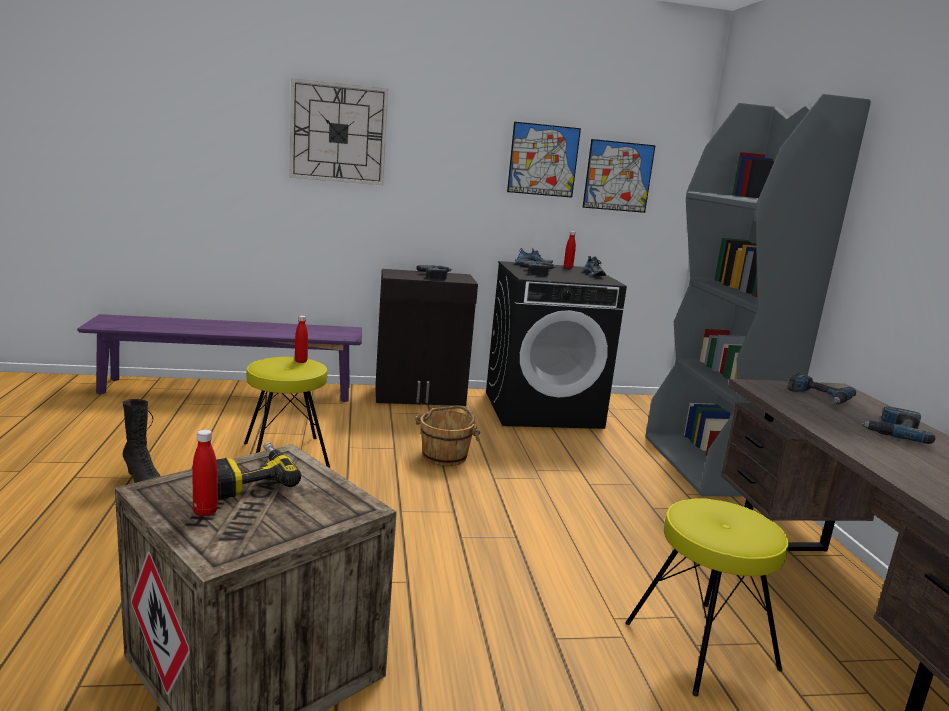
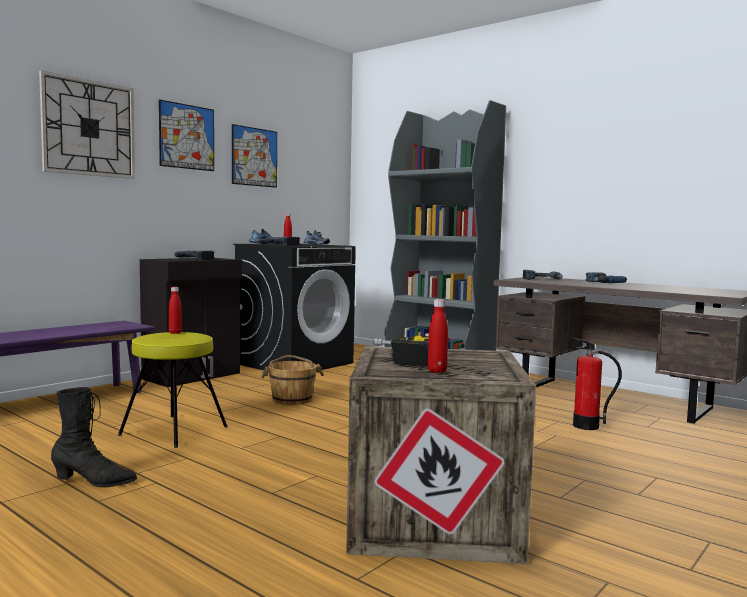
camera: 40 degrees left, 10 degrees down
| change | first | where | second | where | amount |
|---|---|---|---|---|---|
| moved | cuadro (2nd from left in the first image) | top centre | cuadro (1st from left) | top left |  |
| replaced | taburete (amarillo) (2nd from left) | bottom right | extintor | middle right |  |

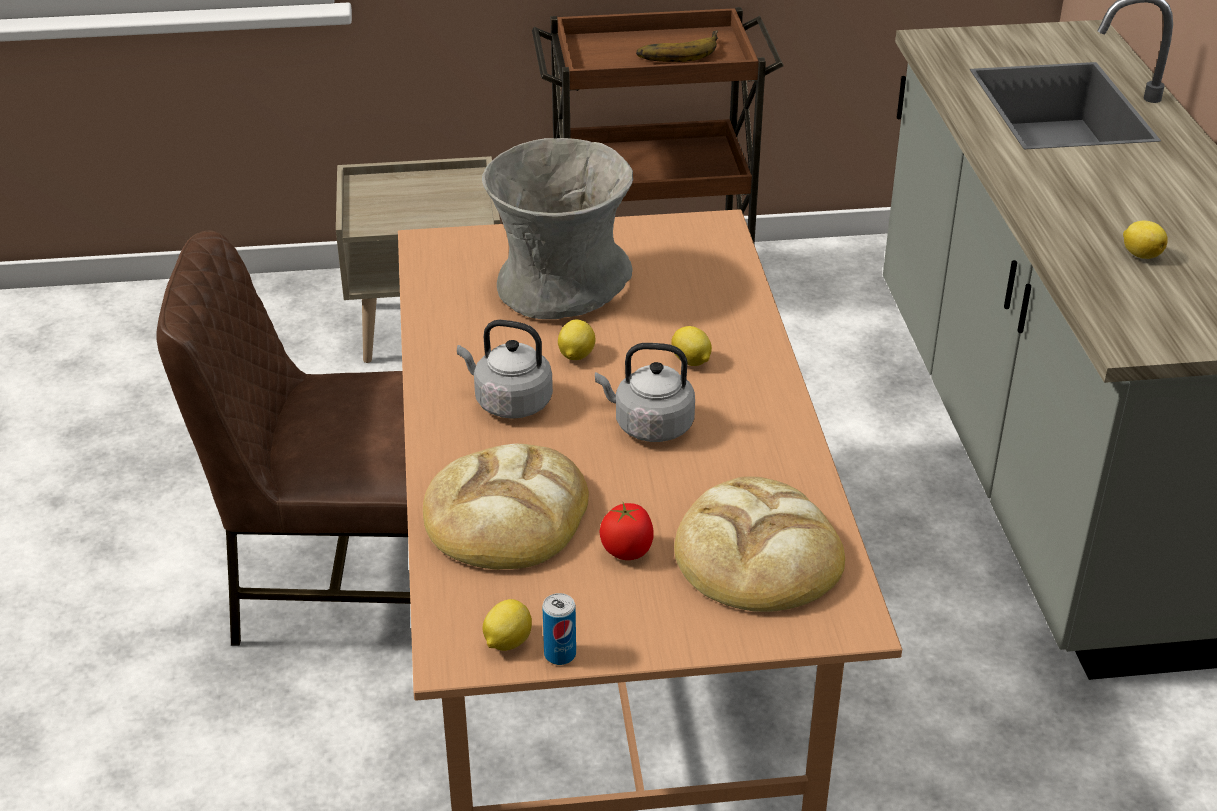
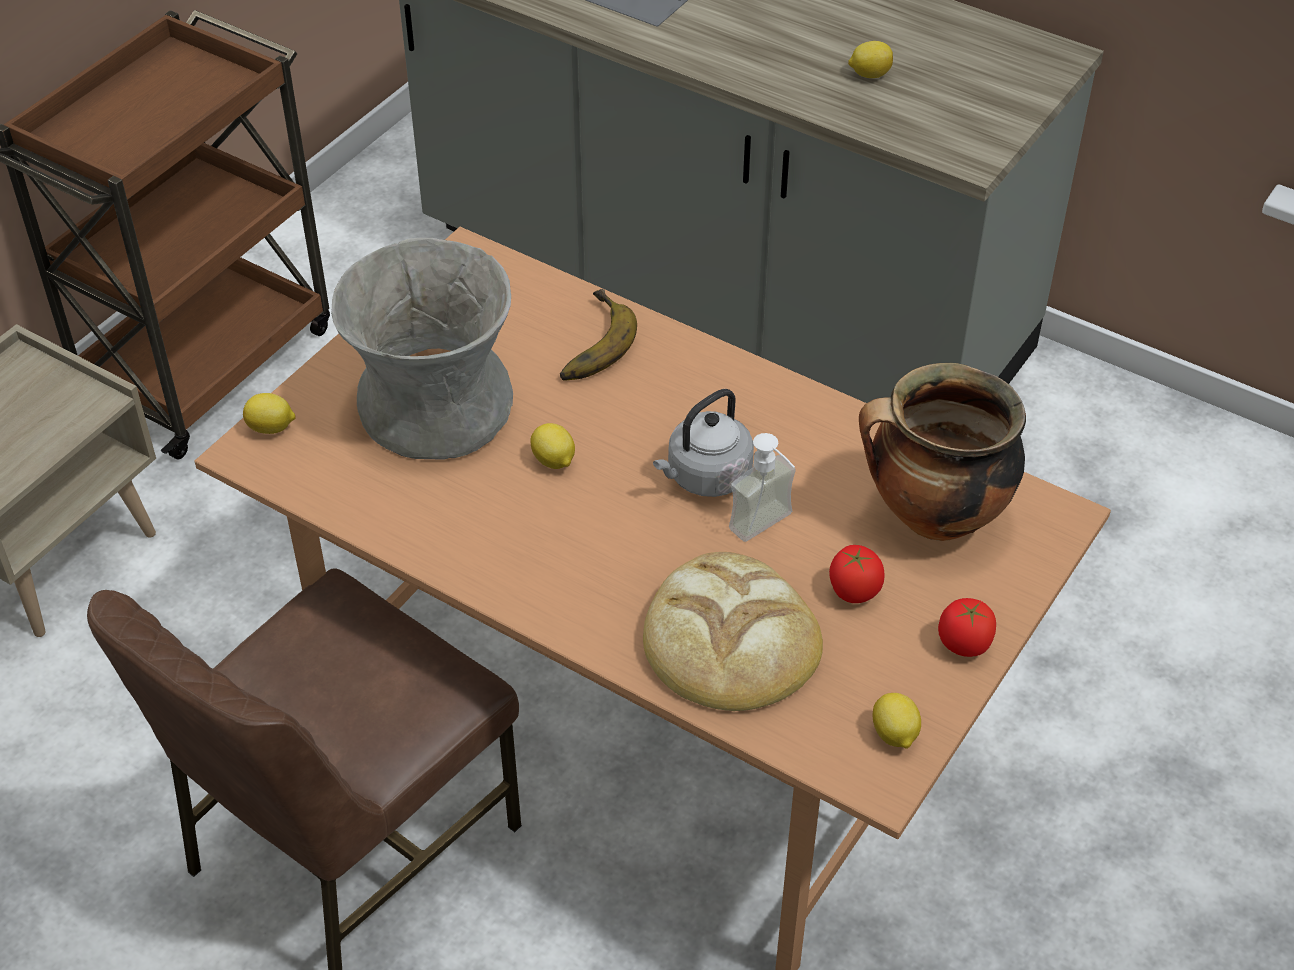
camera: 50 degrees left, 10 degrees up
| change | first | where | second | where | amount |
|---|---|---|---|---|---|
| moved | plátano | top centre |  | centre |  |
| removed | hervidor (gris) (1st from left) | centre |  |  |  |
| moved | limón (3rd from left in the first image) | centre | limón (1st from left) | middle left |  |
| replaced | pan (2nd from left) | bottom centre | olla | middle right |  |
| removed | lata | bottom centre |  |  |  |
| added |  |  | dispensador de jabón | centre |  |
| added |  |  | tomate (2nd from left) | middle right |  |

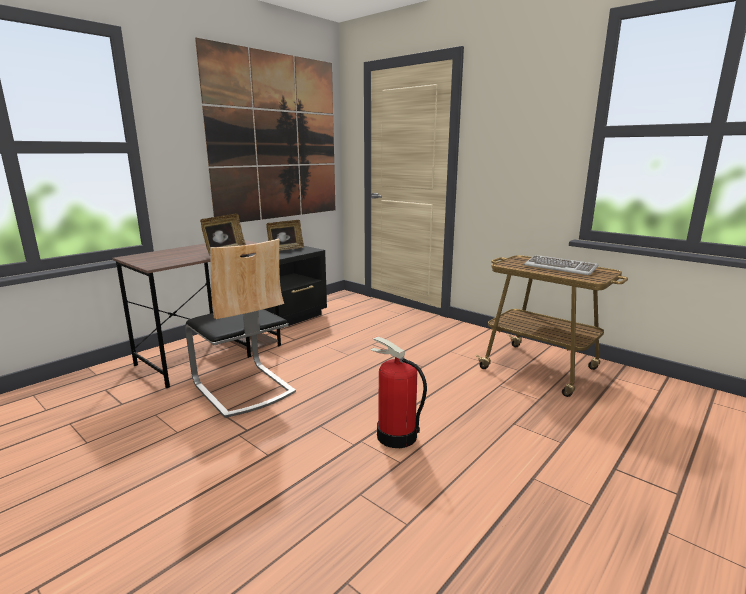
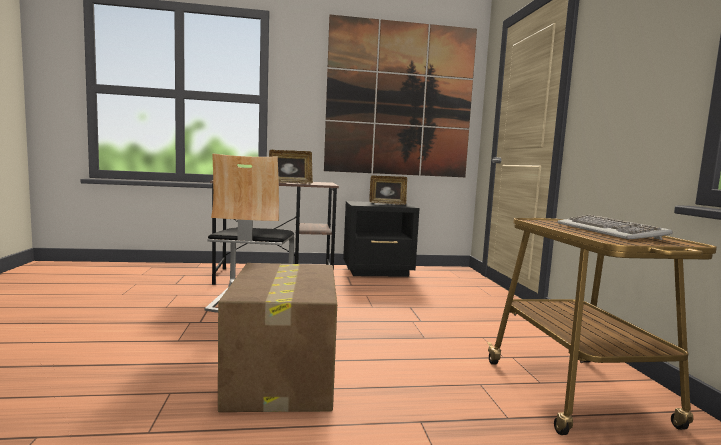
camera: 40 degrees right, 10 degrees down
| change | first | where | second | where | amount |
|---|---|---|---|---|---|
| replaced | extintor | centre | caja de cartón | bottom centre |  |

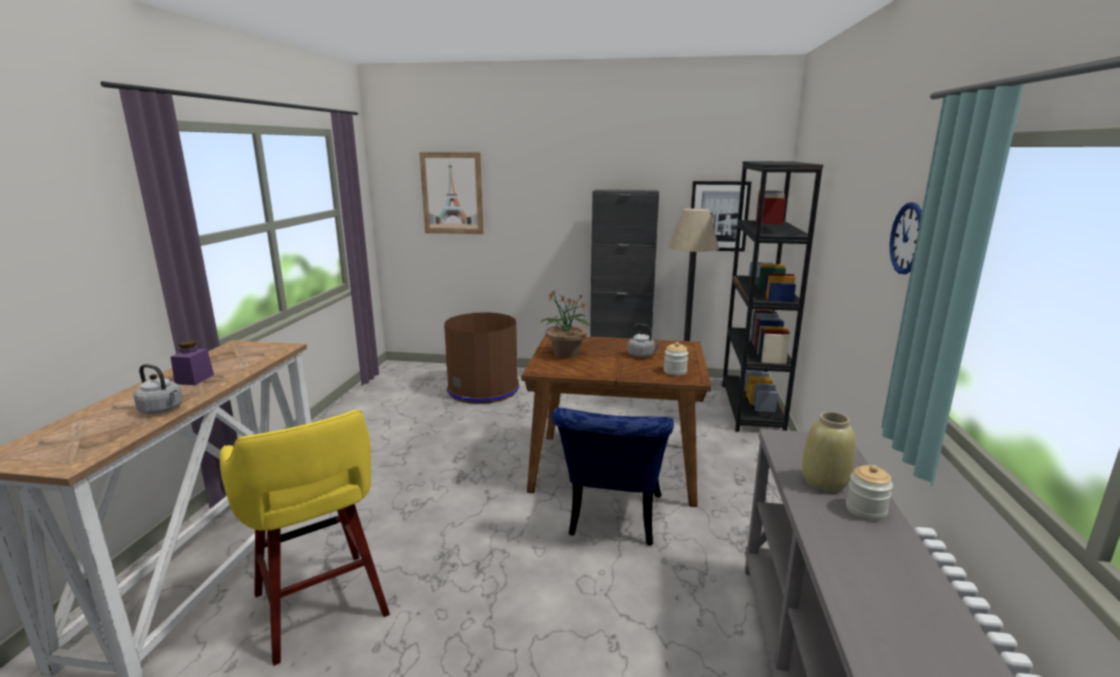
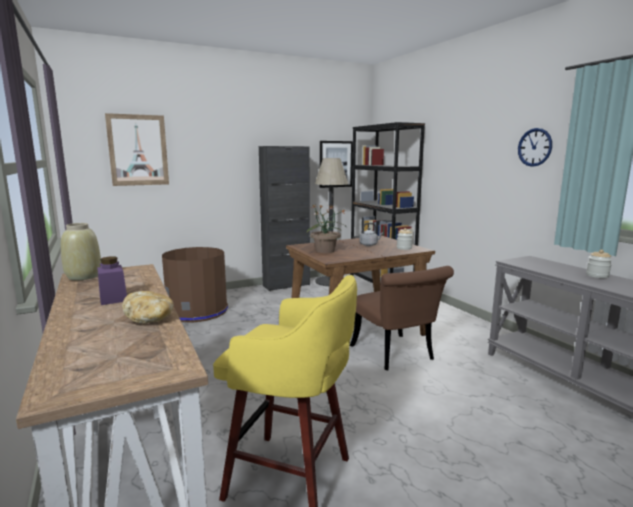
camera: 35 degrees left, 5 degrees down
| change | first | where | second | where | amount |
|---|---|---|---|---|---|
| replaced | hervidor (gris) (1st from left) | middle left | pan | middle left |  |
| recoloured | silla (azul) | bottom centre | silla (marrón) | centre |  |
| moved | florero (beis) | bottom right |  | middle left |  |

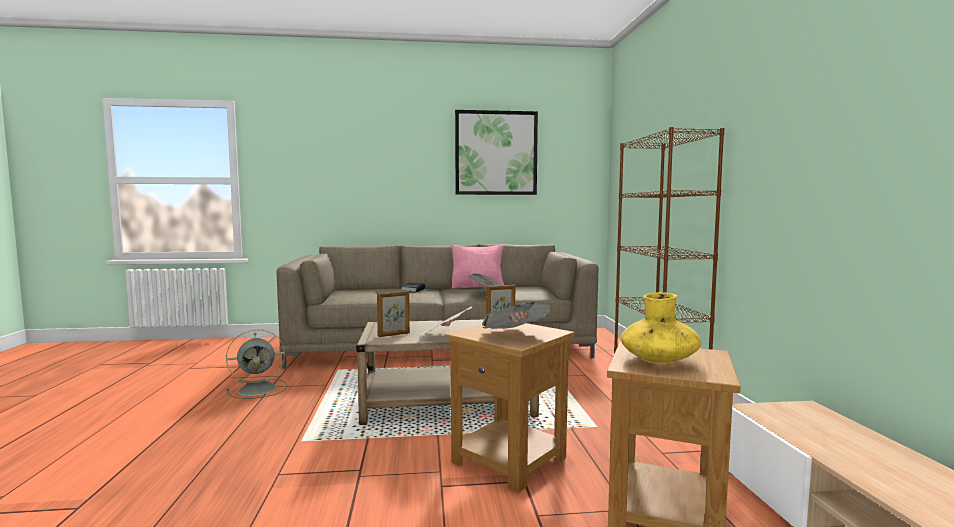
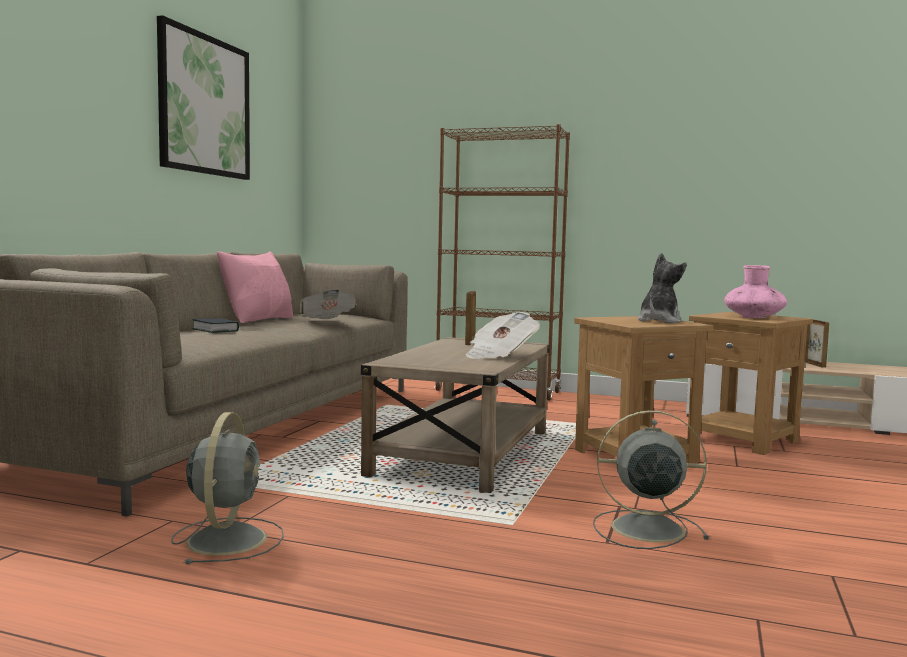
camera: 65 degrees left, 0 degrees up
| change | first | where | second | where | amount |
|---|---|---|---|---|---|
| moved | portarretratos (1st from left in the first image) | centre | portarretratos (2nd from left) | middle right |  |
| recoloured | florero (amarillo) | middle right | florero (rosa) | middle right |  |
| replaced | periódico (3rd from left) | centre | peluche | middle right |  |
| added |  |  | ventilador (gris) (2nd from left) | bottom right |  |

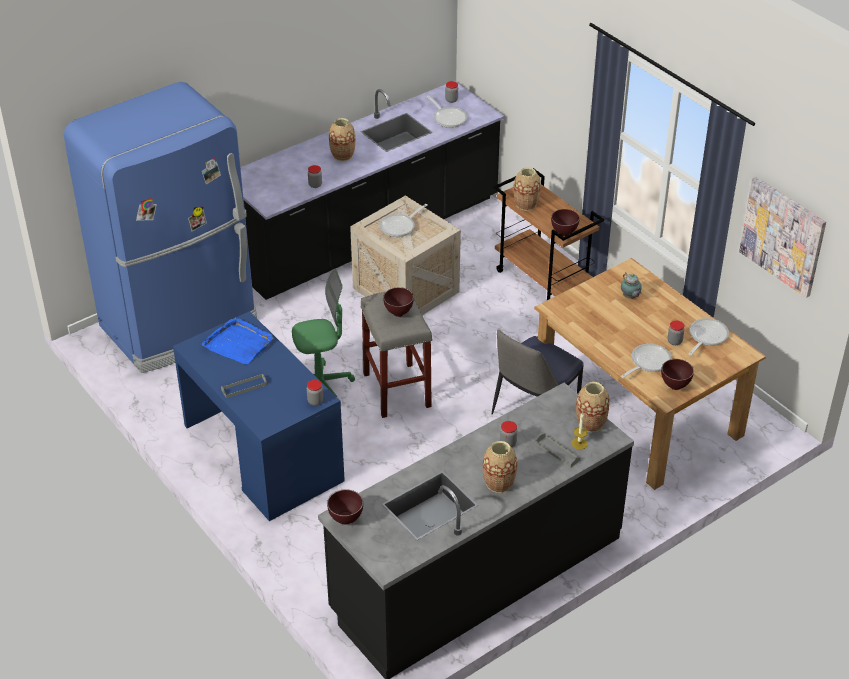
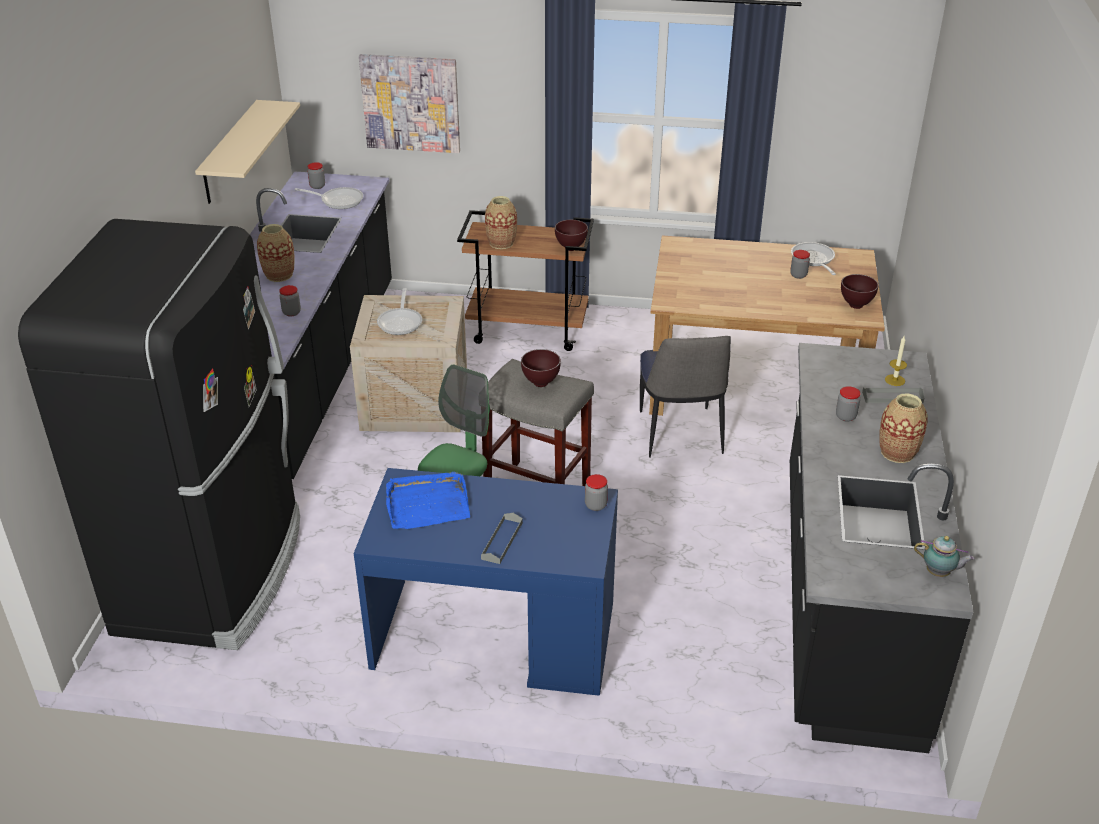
camera: 45 degrees left, 5 degrees down
| change | first | where | second | where | amount |
|---|---|---|---|---|---|
| recoloured | nevera (azul) | middle left | nevera (negro) | middle left |  |
| moved | cuadro | middle right |  | top centre |  |
| moved | tetera | middle right |  | bottom right |  |
| removed | sartén (3rd from left) | middle right |  |  |  |
| removed | florero (4th from left) | middle right |  |  |  |
| removed | cuenco (marrón) (1st from left) | bottom centre |  |  |  |
| added |  |  | estante (beis) | top left |  |

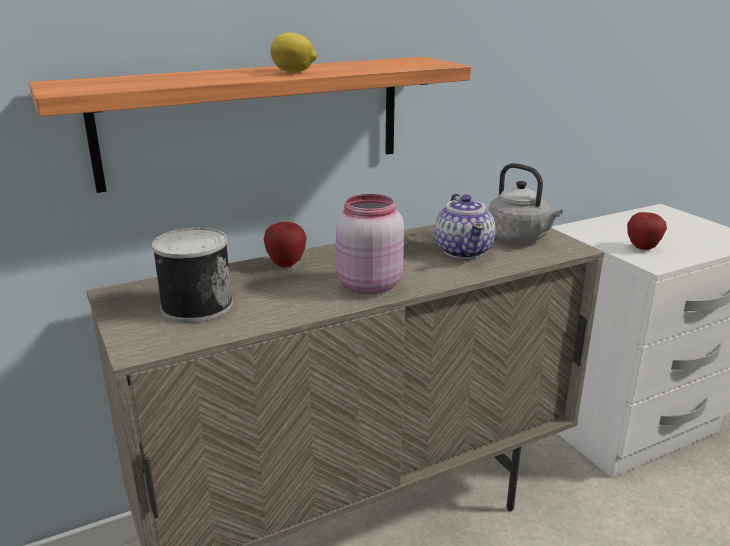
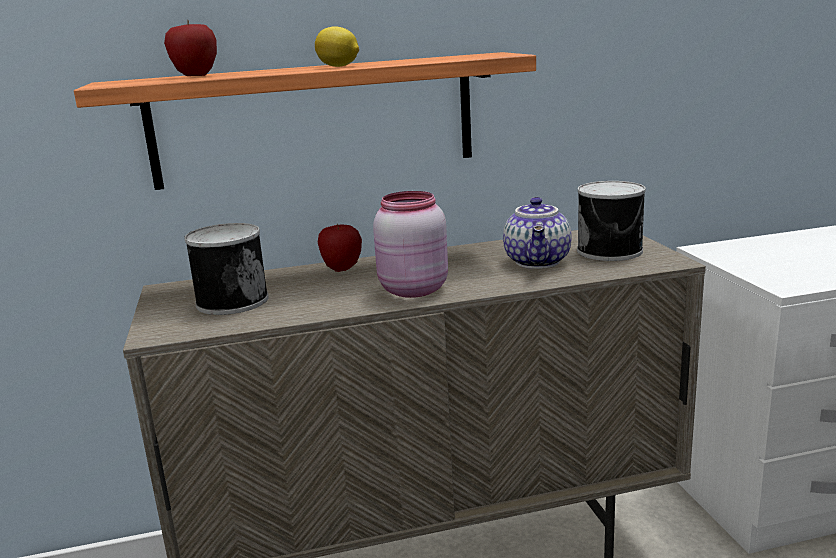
camera: 15 degrees right, 5 degrees down
| change | first | where | second | where | amount |
|---|---|---|---|---|---|
| replaced | hervidor (gris) | middle right | lata (2nd from left) | middle right |  |
| moved | manzana (2nd from left in the first image) | middle right | manzana (1st from left) | top left |  |

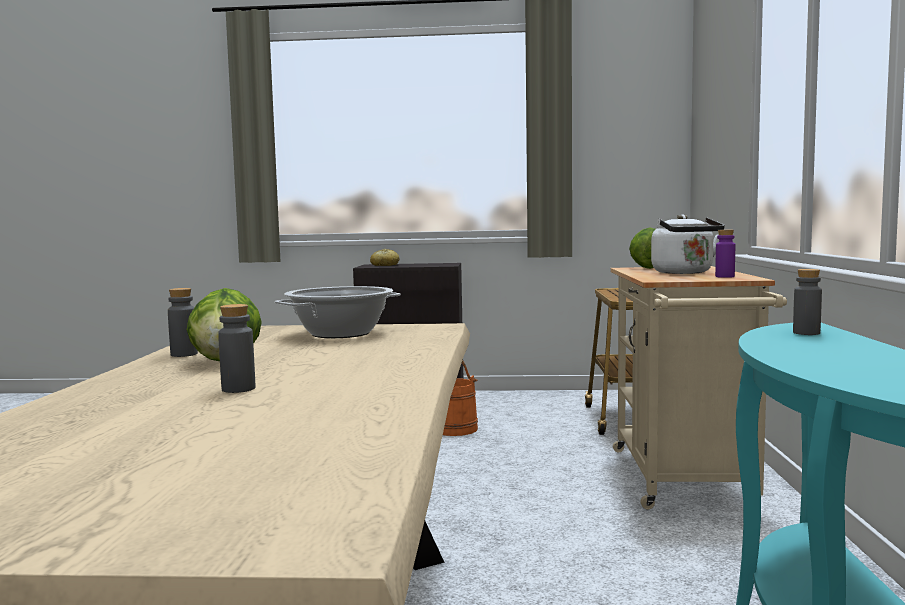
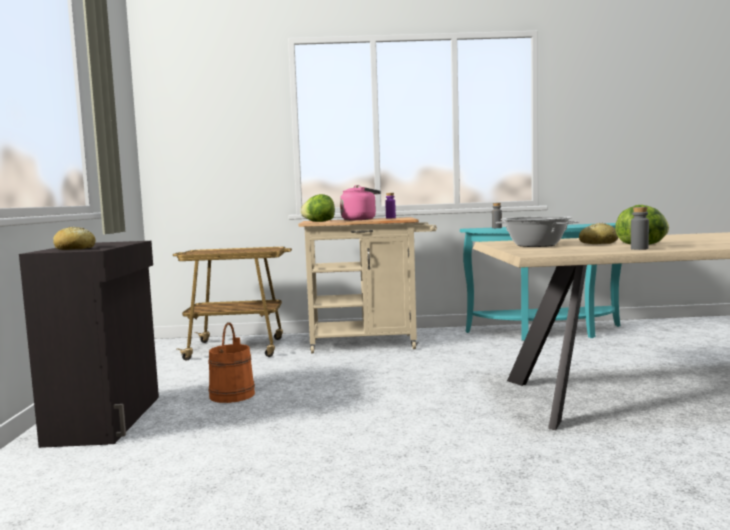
camera: 95 degrees left, 0 degrees up
| change | first | where | second | where | amount |
|---|---|---|---|---|---|
| recoloured | hervidor (blanco) | middle right | hervidor (rosa) | centre |  |
| removed | botella (gris) (2nd from left) | middle left |  |  |  |
| added |  |  | pan (2nd from left) | middle right |  |

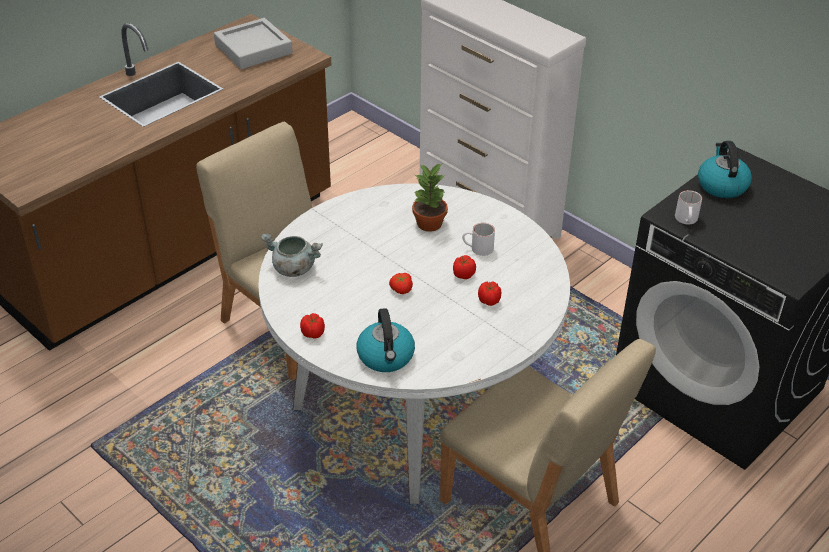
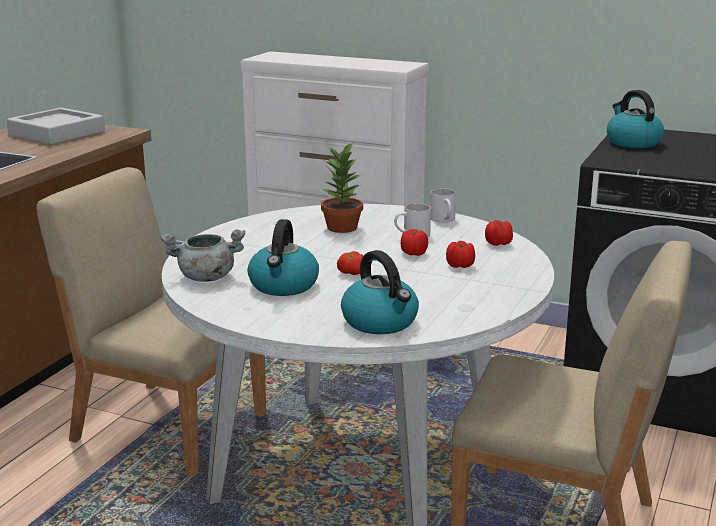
camera: 20 degrees left, 20 degrees down
| change | first | where | second | where | amount |
|---|---|---|---|---|---|
| moved | taza grande (blanco) (2nd from left) | middle right |  | centre |  |
| moved | tomate (1st from left in the first image) | centre | tomate (4th from left) | middle right |  |
| added |  |  | hervidor (1st from left) | centre |  |

